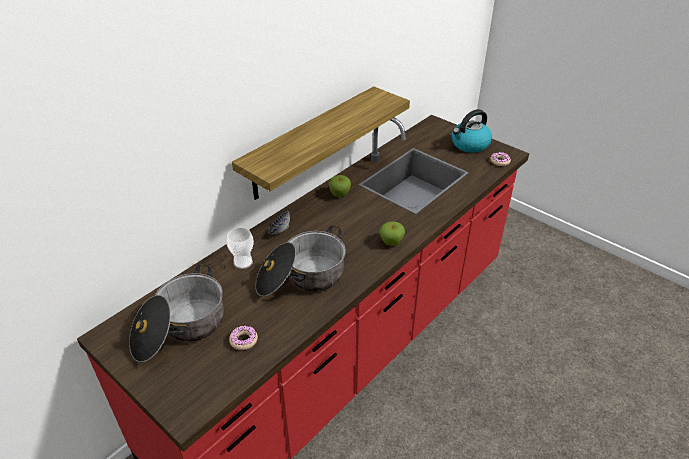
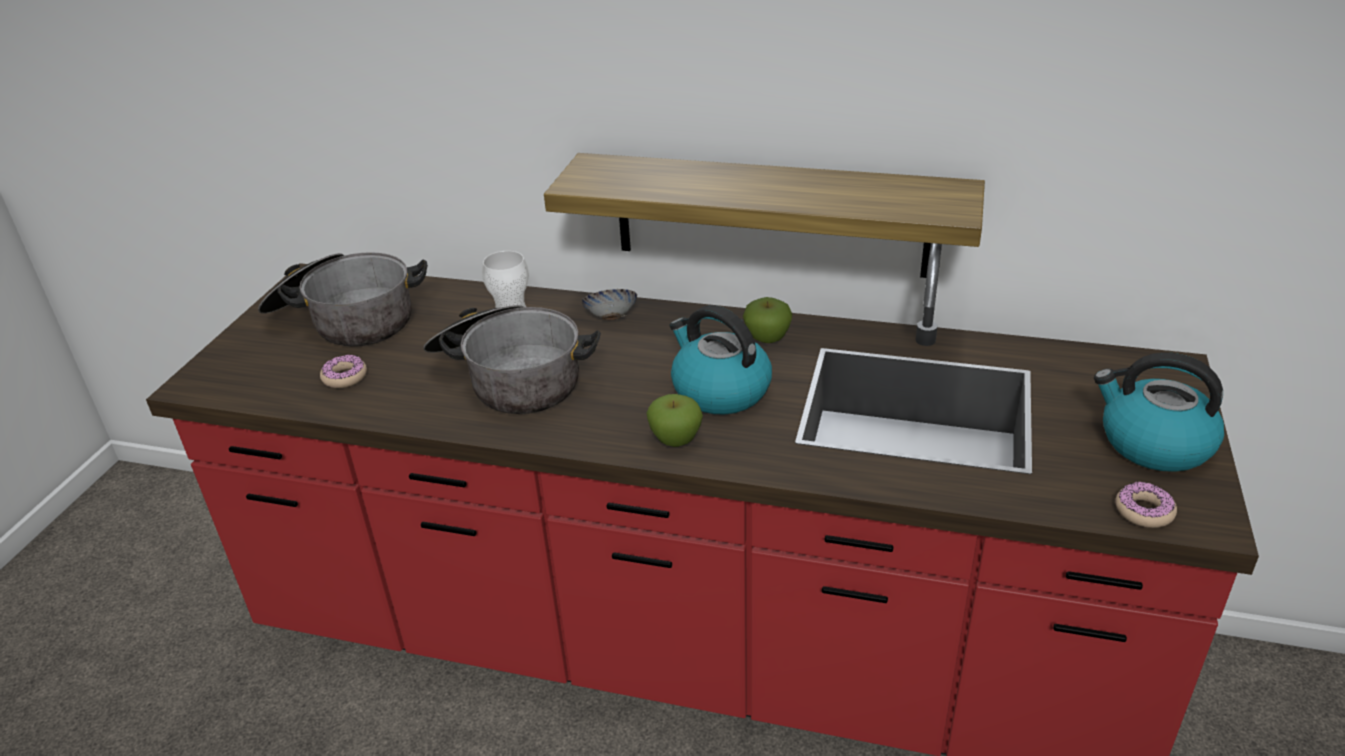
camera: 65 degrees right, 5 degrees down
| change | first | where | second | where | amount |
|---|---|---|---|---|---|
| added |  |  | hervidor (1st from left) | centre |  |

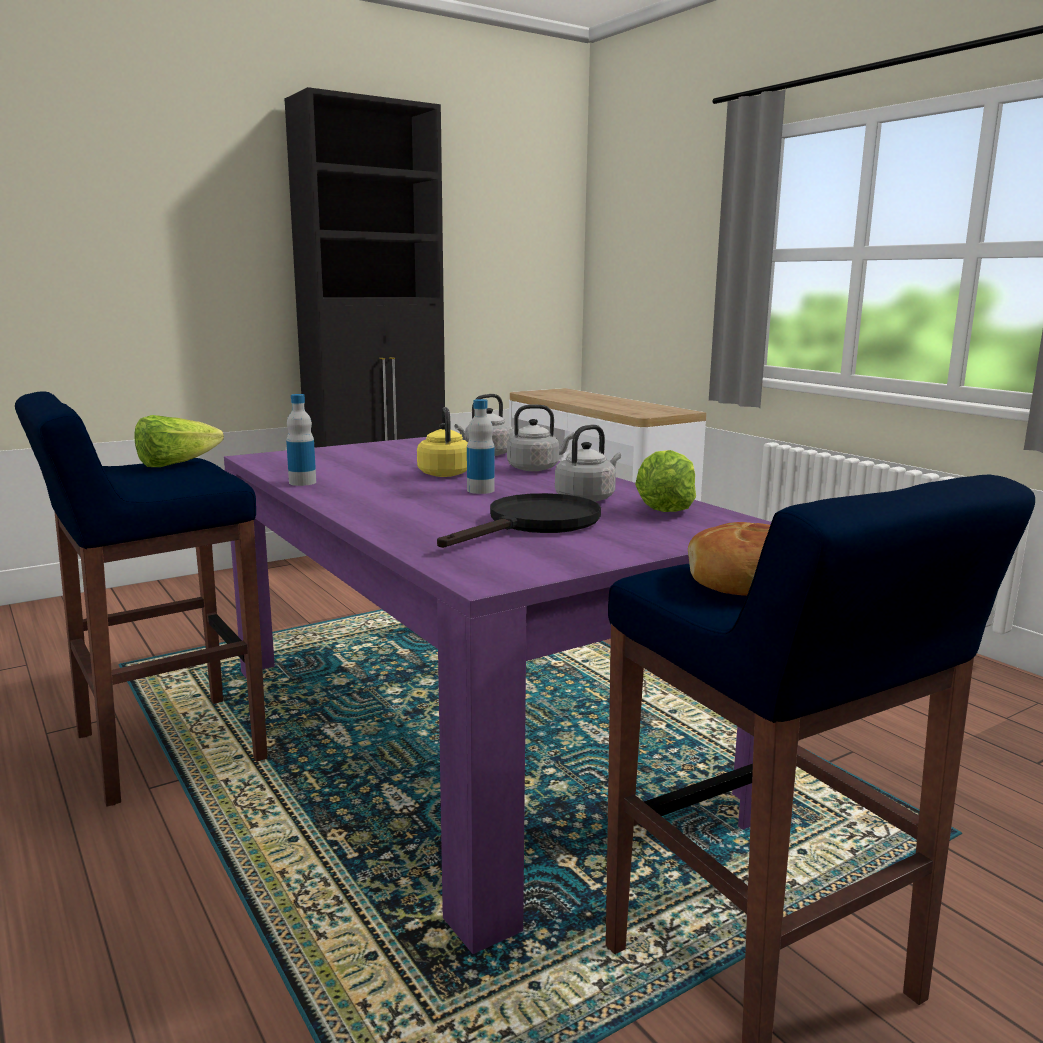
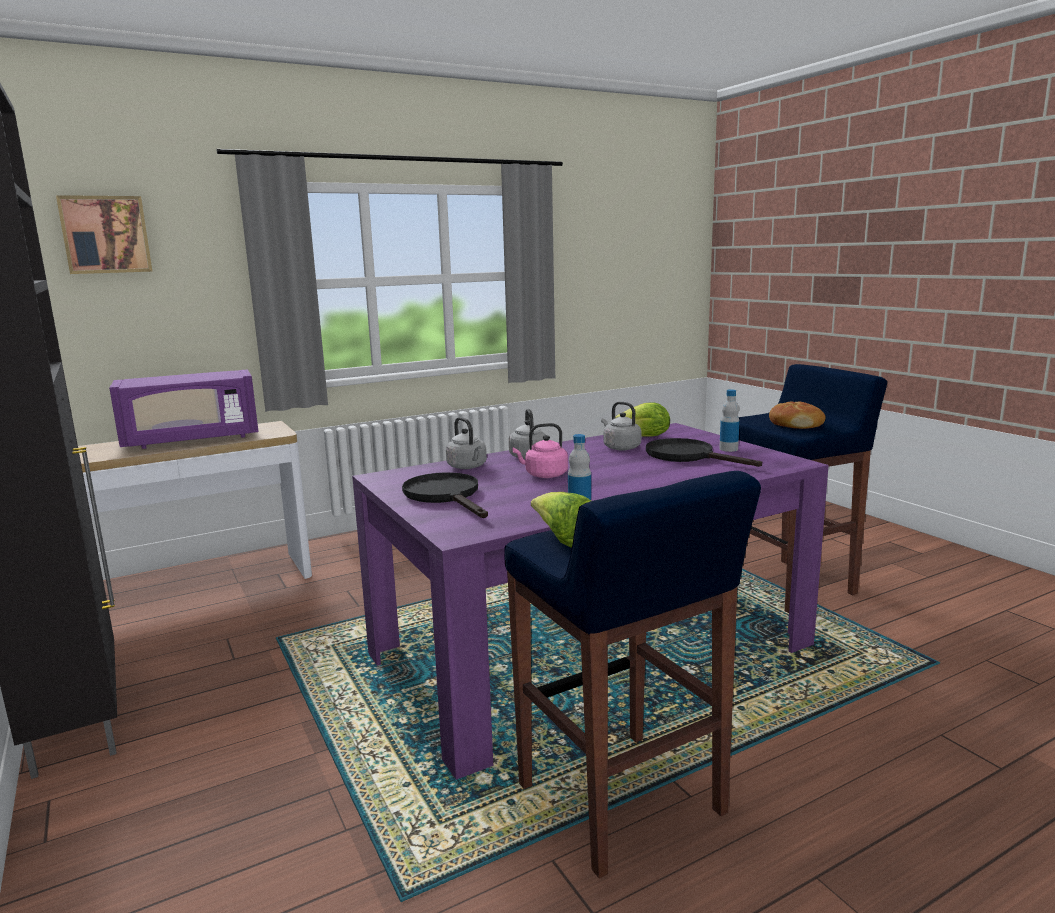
camera: 85 degrees left, 0 degrees up
| change | first | where | second | where | amount |
|---|---|---|---|---|---|
| moved | botella (2nd from left) | centre |  | middle right |  |
| recoloured | hervidor (amarillo) | centre | hervidor (rosa) | centre |  |
| added |  |  | cuadro | top left |  |
| added |  |  | microondas (morado) | middle left |  |
| added |  |  | sartén (negro) (1st from left) | centre |  |

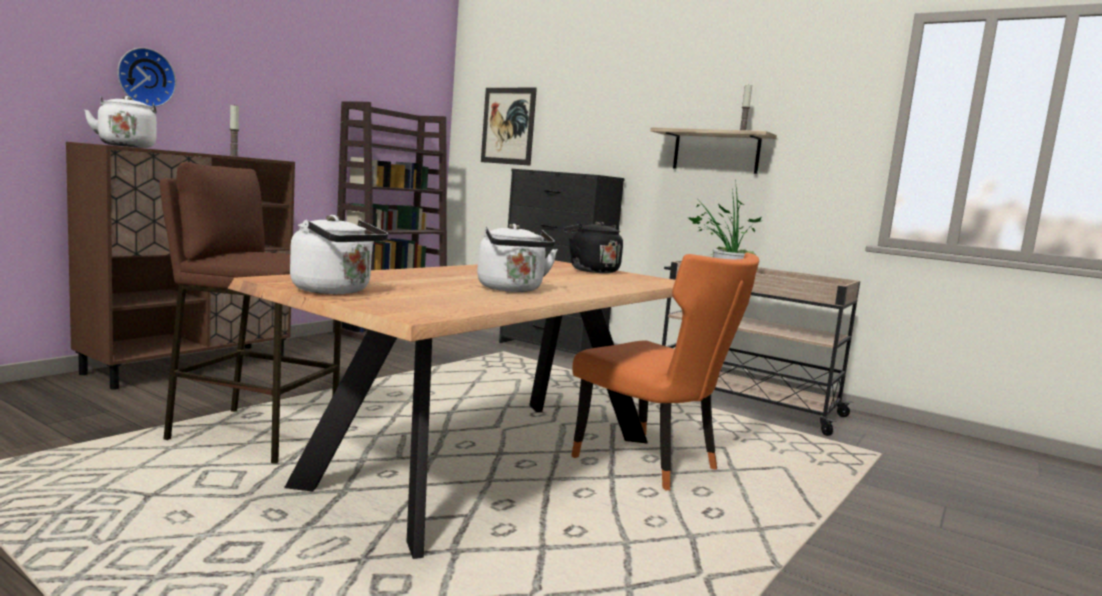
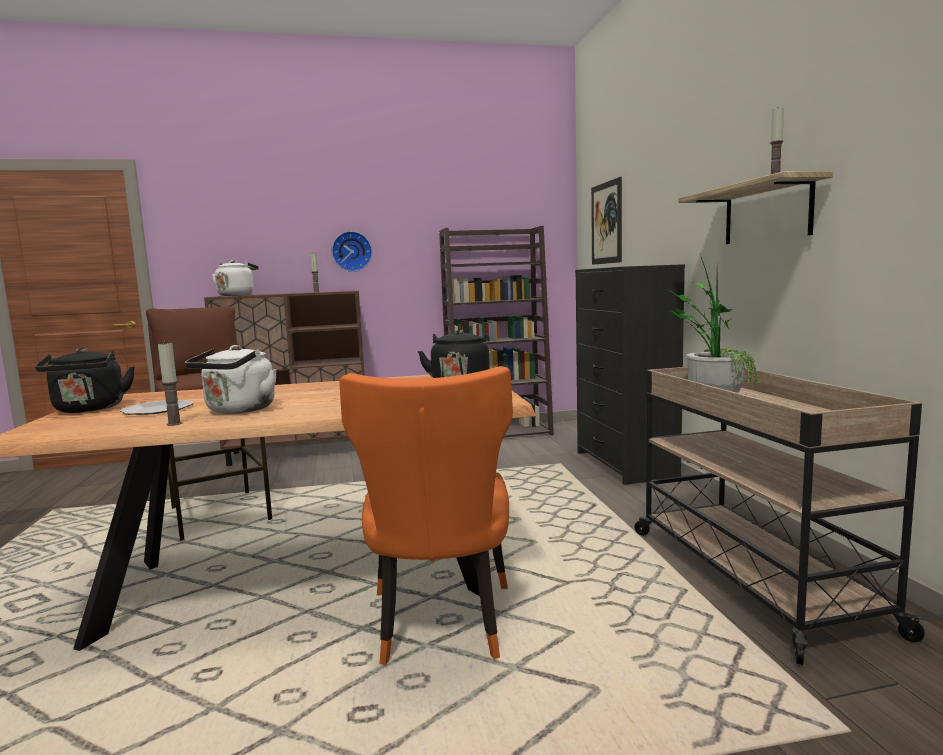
camera: 45 degrees right, 0 degrees up
| change | first | where | second | where | amount |
|---|---|---|---|---|---|
| moved | reloj de pared | top left |  | top centre |  |
| recoloured | hervidor (blanco) (2nd from left) | middle left | hervidor (negro) (1st from left) | middle left |  |
| added |  |  | vela (1st from left) | middle left |  |
| added |  |  | plato | middle left |  |

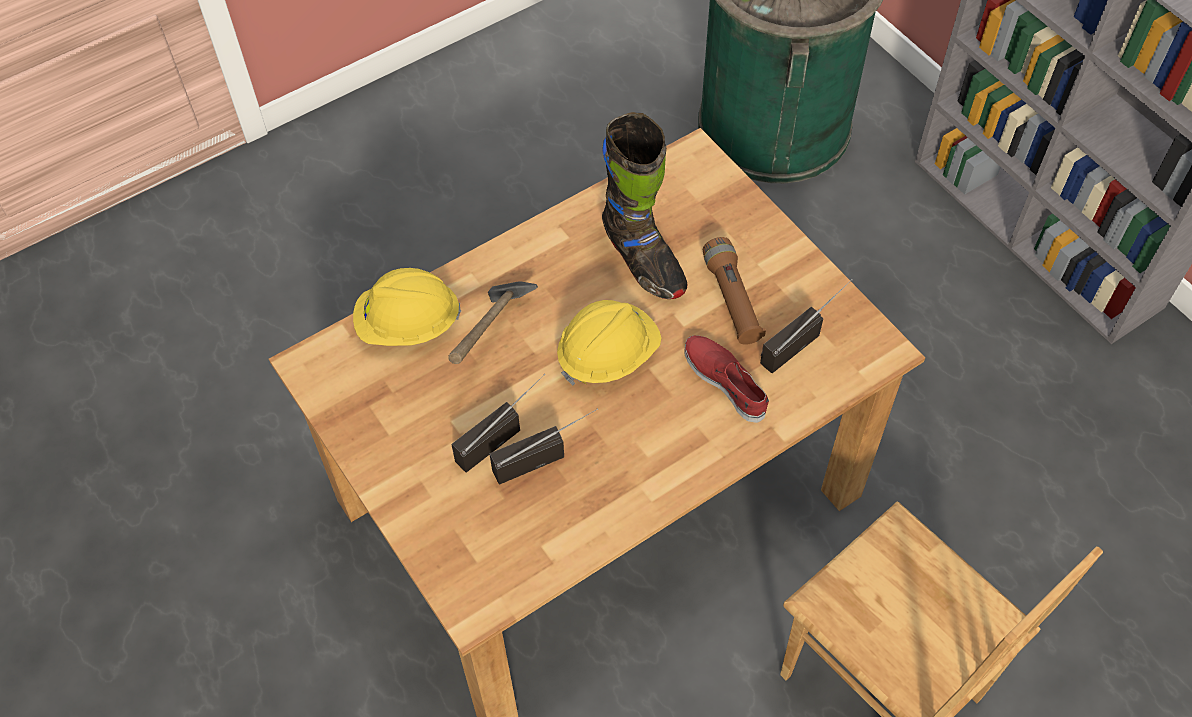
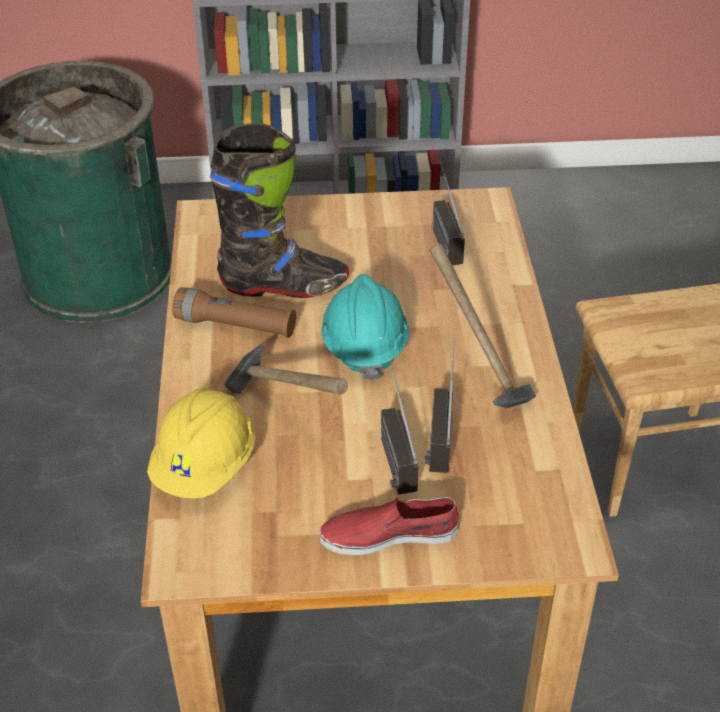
camera: 60 degrees left, 15 degrees down
| change | first | where | second | where | amount |
|---|---|---|---|---|---|
| moved | linterna (marrón) | centre |  | middle left |  |
| recoloured | casco (amarillo) (2nd from left) | centre | casco (turquesa) | centre |  |
| moved | zapato (rojo) | centre |  | bottom centre |  |
| added |  |  | martillo (2nd from left) | middle right |  |

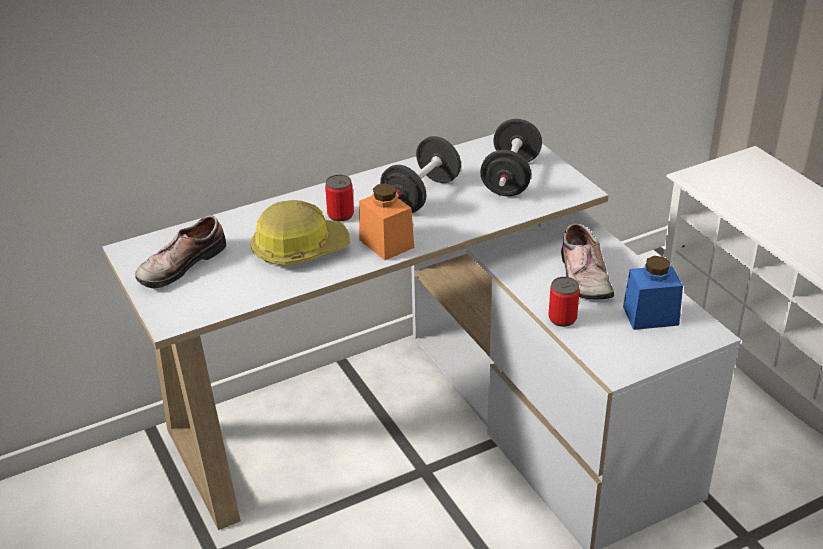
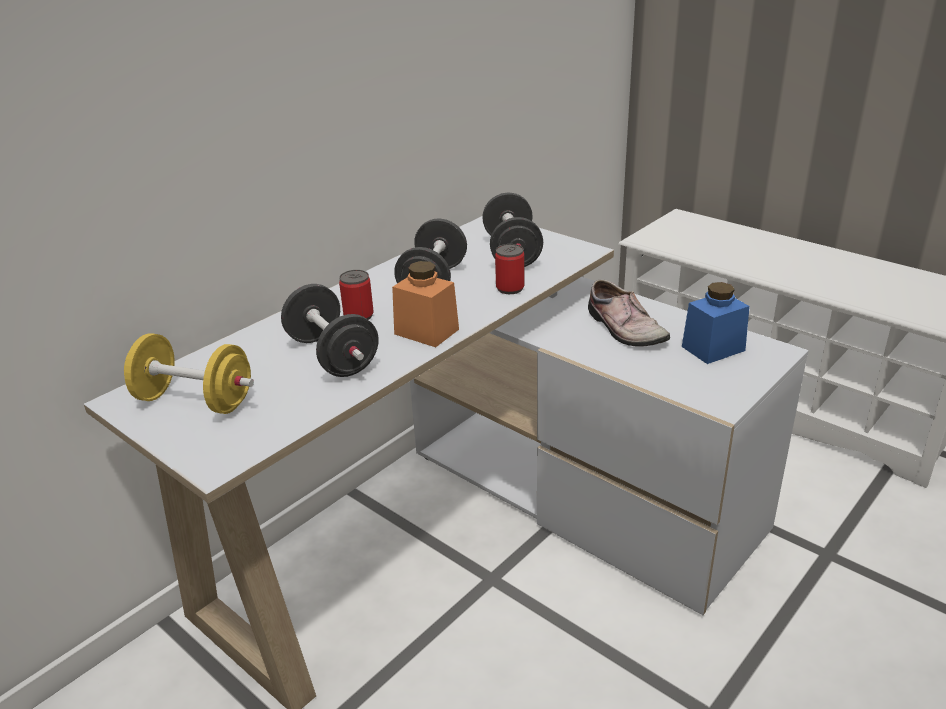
camera: 20 degrees left, 5 degrees down
| change | first | where | second | where | amount |
|---|---|---|---|---|---|
| replaced | casco | centre | mancuerna (negro) (1st from left) | centre |  |
| replaced | zapato (1st from left) | middle left | mancuerna (amarillo) | middle left |  |
| moved | lata (2nd from left) | middle right |  | centre |  |

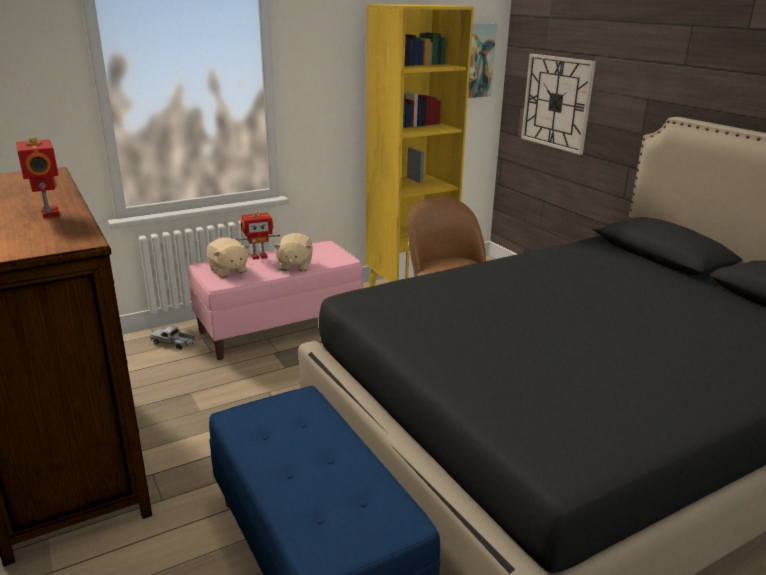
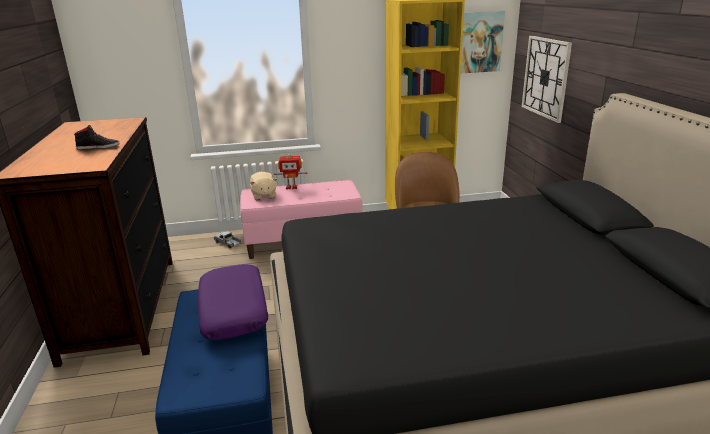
camera: 20 degrees right, 0 degrees up
| change | first | where | second | where | amount |
|---|---|---|---|---|---|
| replaced | robot de juguete (1st from left) | top left | zapato (negro) | top left |  |
| removed | peluche (beis) (2nd from left) | centre |  |  |  |
| added |  |  | cojín (morado) | bottom left |  |

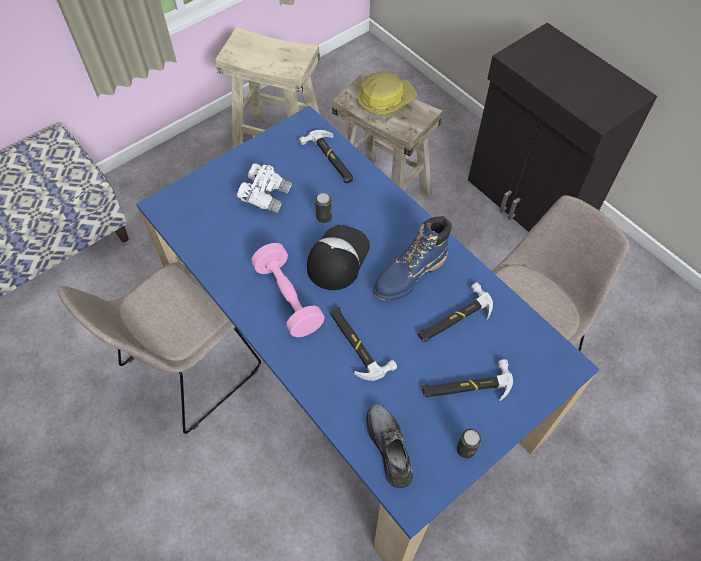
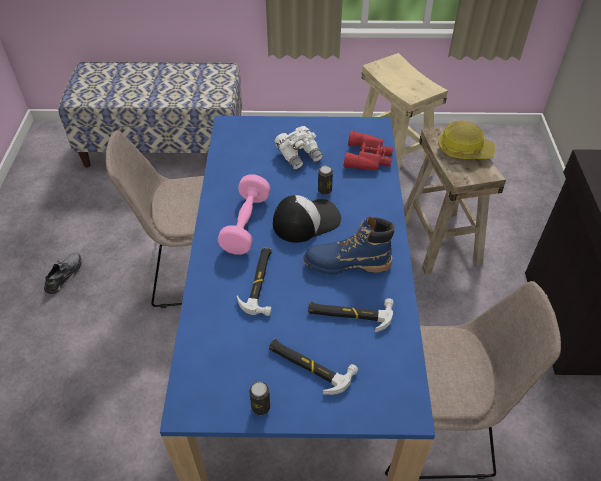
camera: 40 degrees right, 10 degrees down
| change | first | where | second | where | amount |
|---|---|---|---|---|---|
| replaced | martillo (1st from left) | top centre | prismáticos (rojo) | top centre |  |
| moved | zapato (gris) | bottom centre |  | middle left |  |

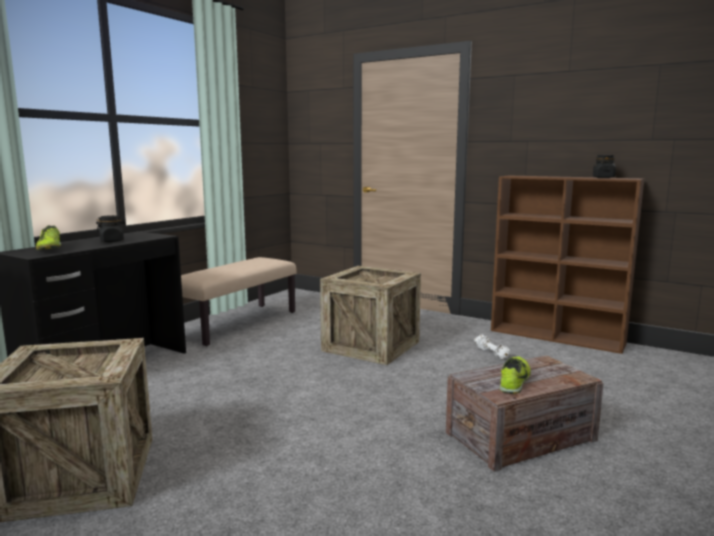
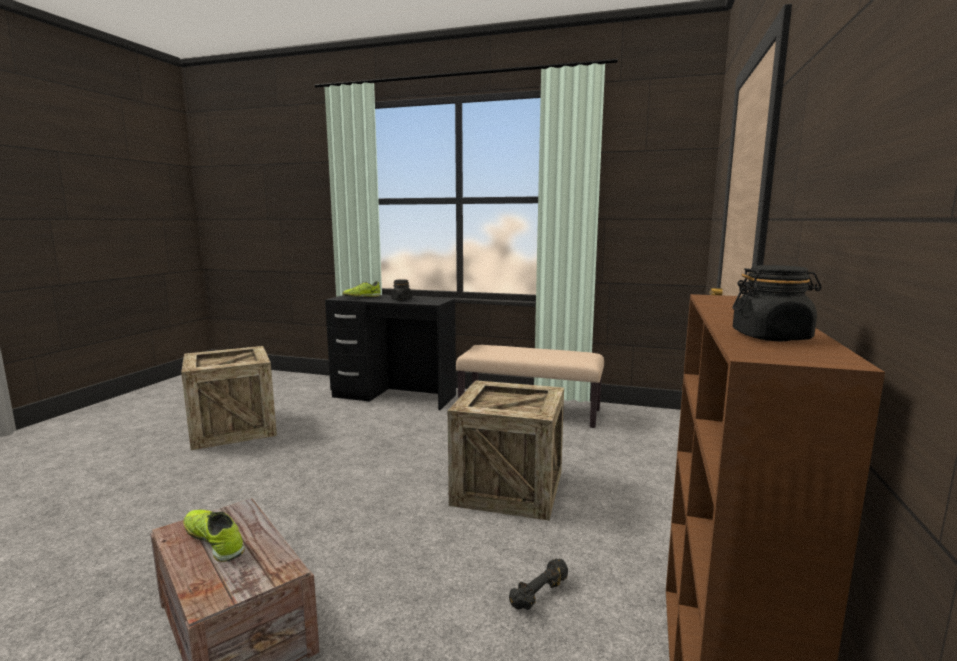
camera: 75 degrees right, 0 degrees up
| change | first | where | second | where | amount |
|---|---|---|---|---|---|
| recoloured | mancuerna (blanco) | middle right | mancuerna (negro) | bottom centre |  |
| turned | zapato (2nd from left in the first image) | bottom right | zapato (1st from left) | bottom left | 150 degrees counterclockwise |

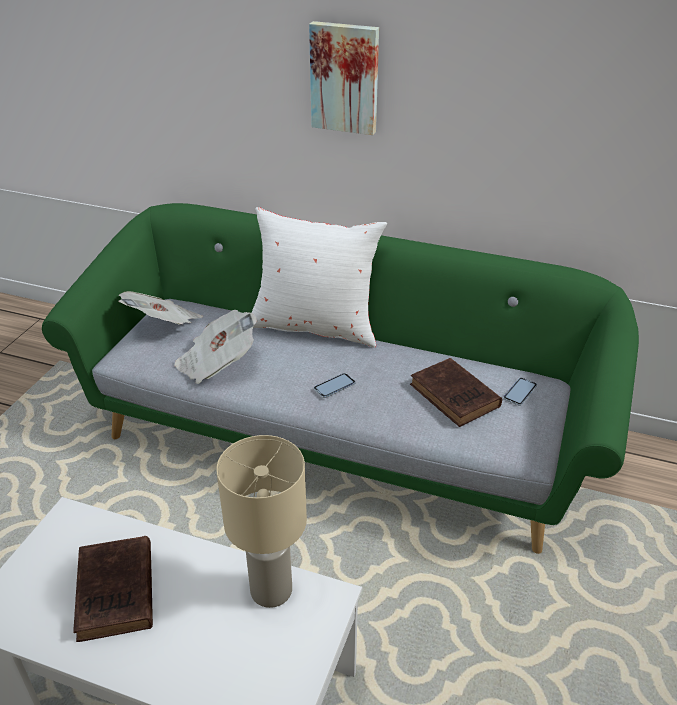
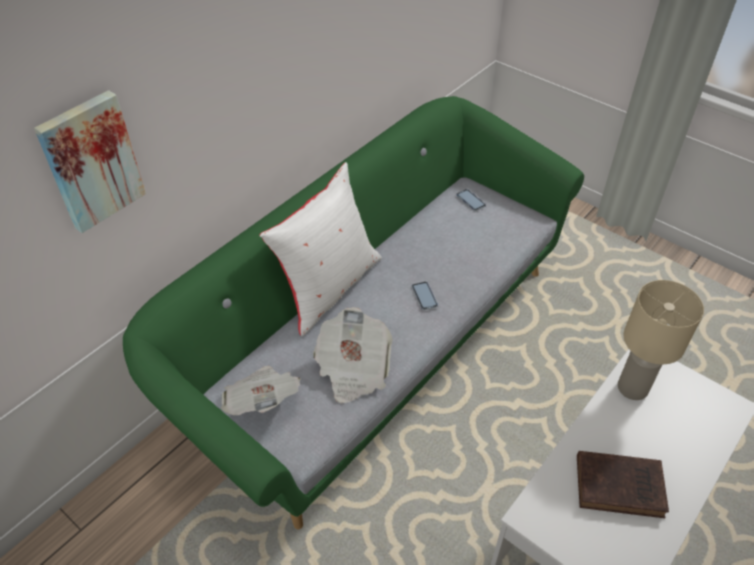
camera: 70 degrees left, 10 degrees up
| change | first | where | second | where | amount |
|---|---|---|---|---|---|
| moved | cuadro | top centre |  | top left |  |
| removed | libro (marrón) (2nd from left) | middle right |  |  |  |

